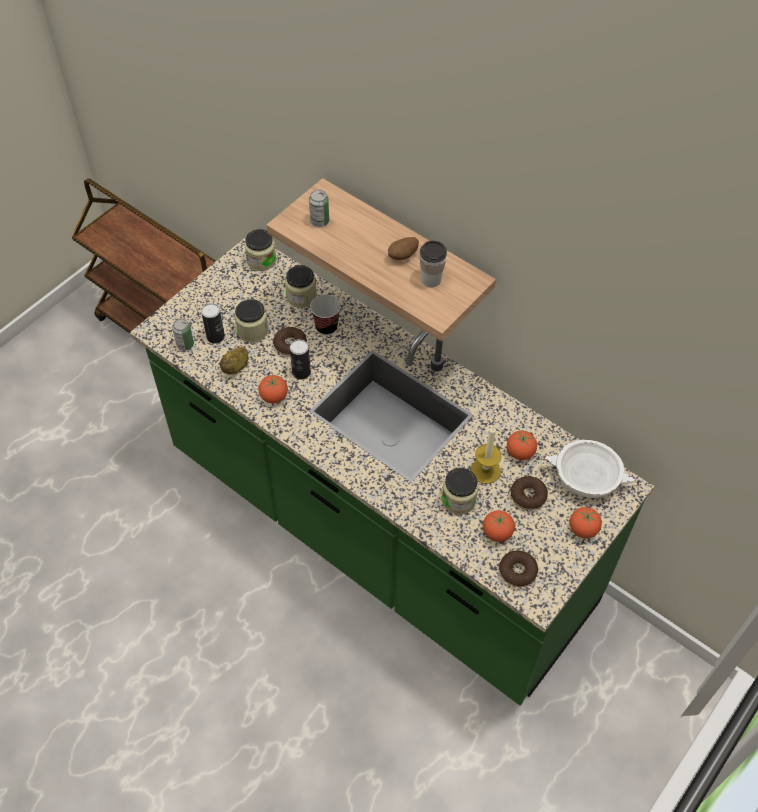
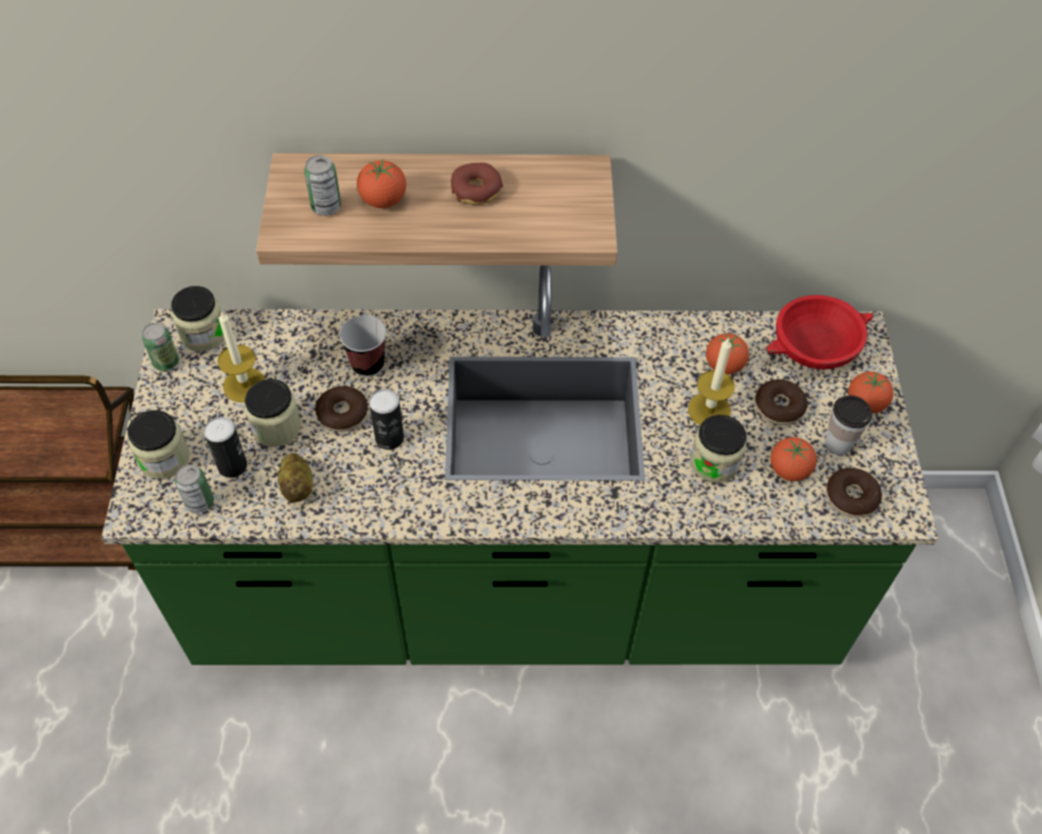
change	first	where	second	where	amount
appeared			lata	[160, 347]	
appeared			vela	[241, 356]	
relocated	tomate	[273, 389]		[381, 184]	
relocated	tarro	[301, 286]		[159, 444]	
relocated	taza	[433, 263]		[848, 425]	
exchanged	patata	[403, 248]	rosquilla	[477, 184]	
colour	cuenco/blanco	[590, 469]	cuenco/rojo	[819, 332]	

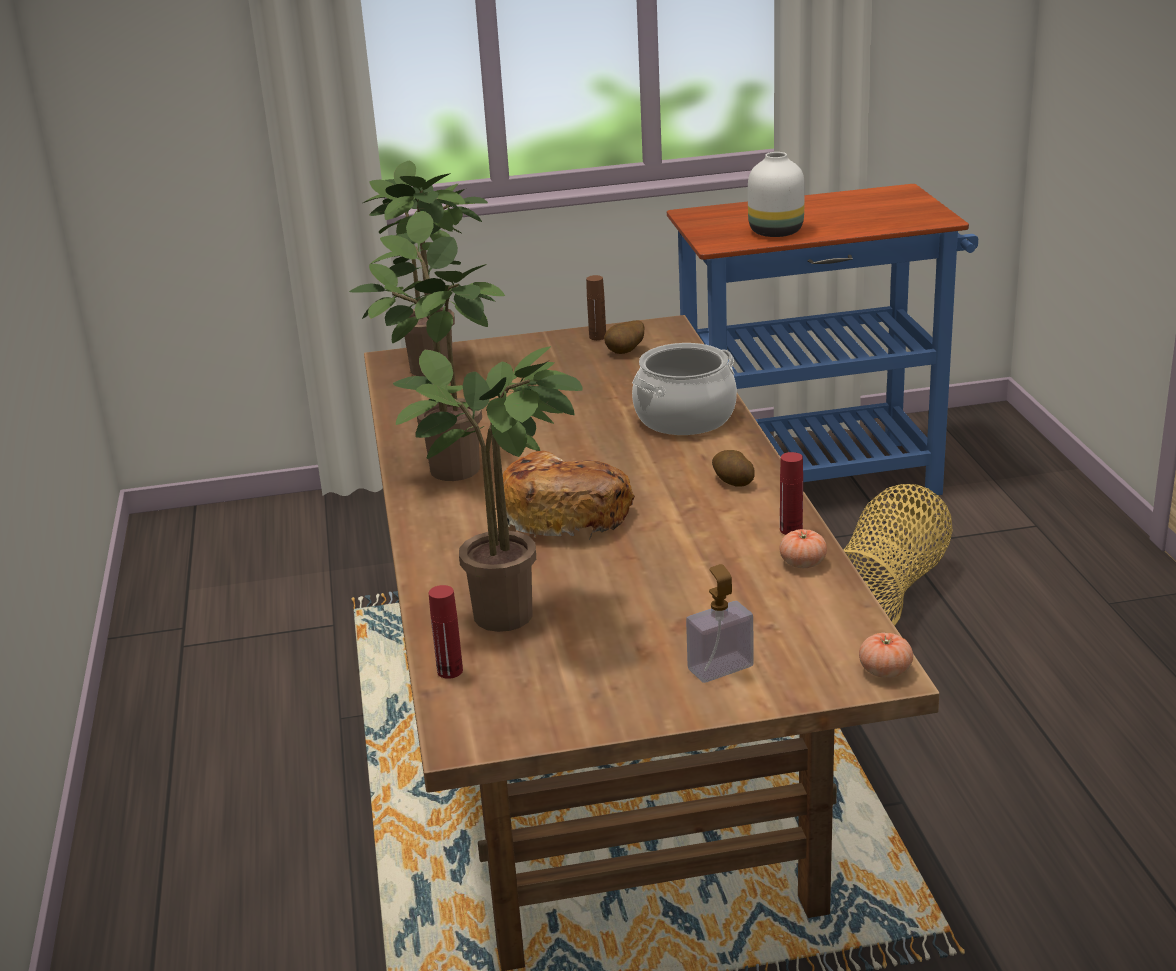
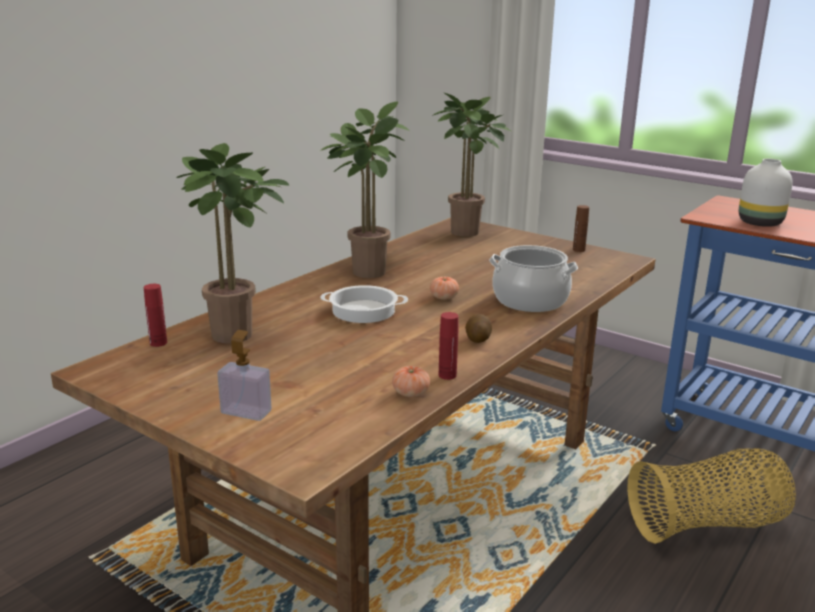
change	first	where	second	where	amount
missing	patata	[624, 337]			
relocated	tomate	[886, 655]		[444, 288]	
exchanged	pan	[569, 495]	olla	[364, 304]	

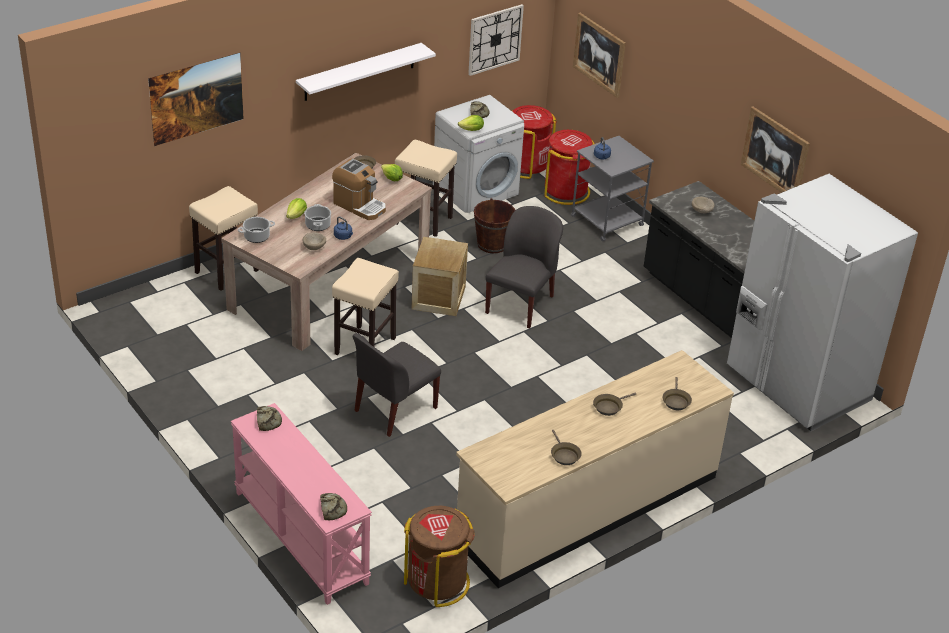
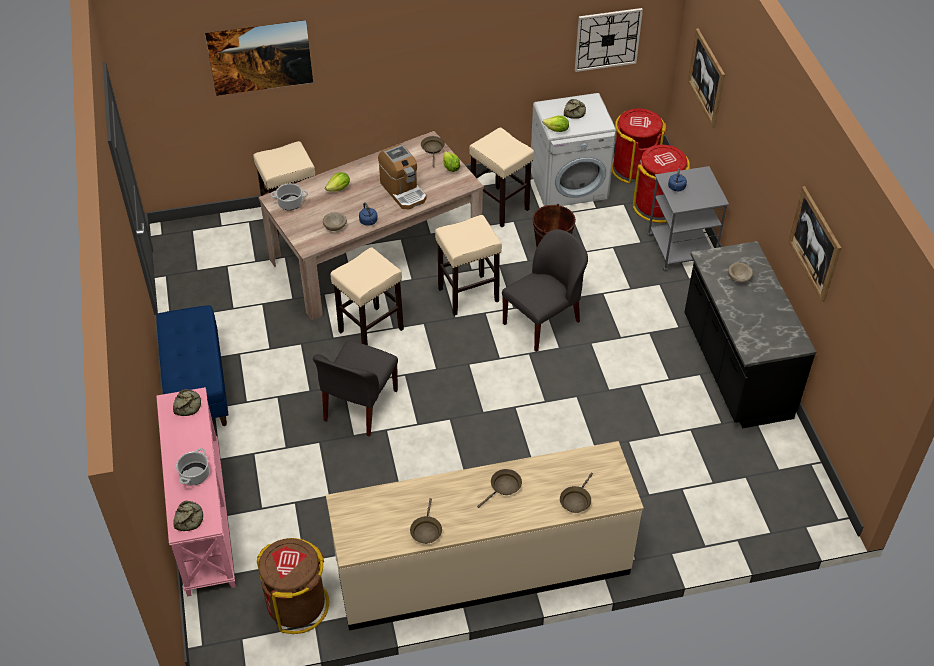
change	first	where	second	where	amount
missing	estante/blanco	[366, 72]			
missing	nevera/blanco	[822, 303]			
appeared			banco/azul	[193, 365]	
relocated	olla	[317, 217]		[192, 466]	
exchanged	caja de embalaje	[439, 276]	taburete/beis	[468, 265]	
spun	silla/gris	[397, 385]		[355, 388]	45 degrees counterclockwise
spun	sartén/marrón	[614, 404]		[499, 488]	150 degrees clockwise

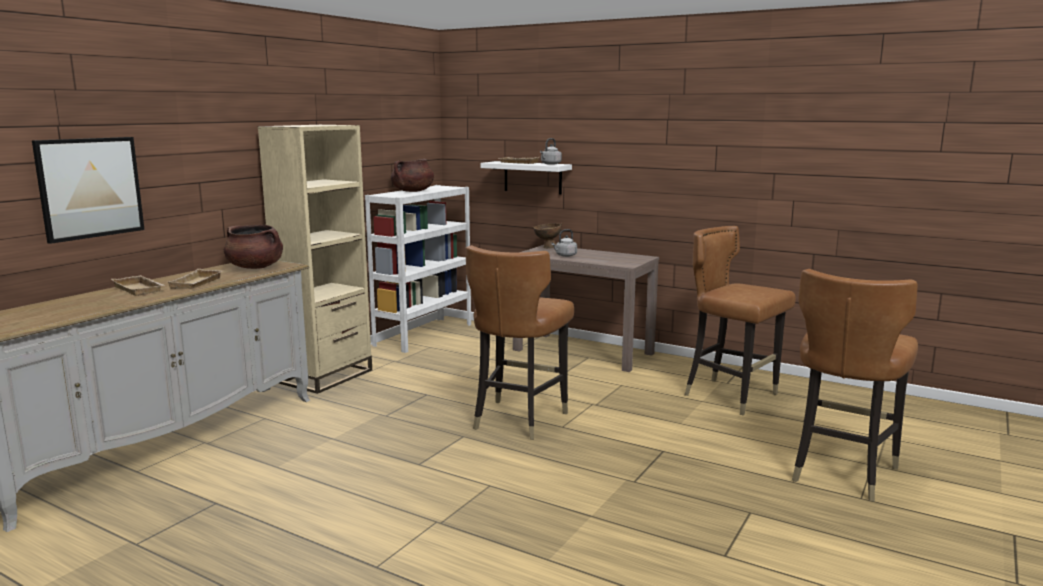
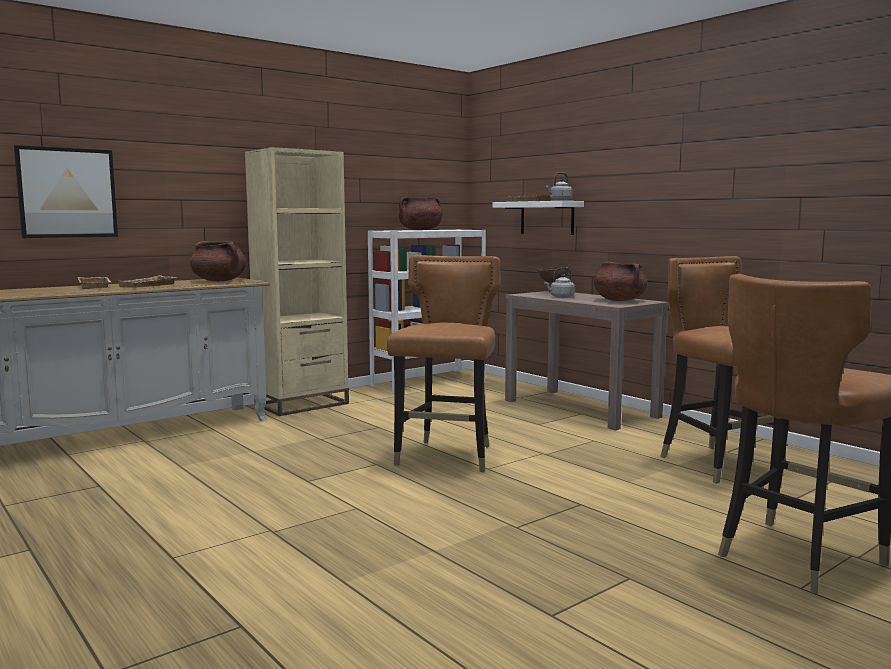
change	first	where	second	where	amount
appeared			olla/marrón	[620, 281]	
spun	silla/marrón	[520, 342]		[444, 363]	150 degrees clockwise

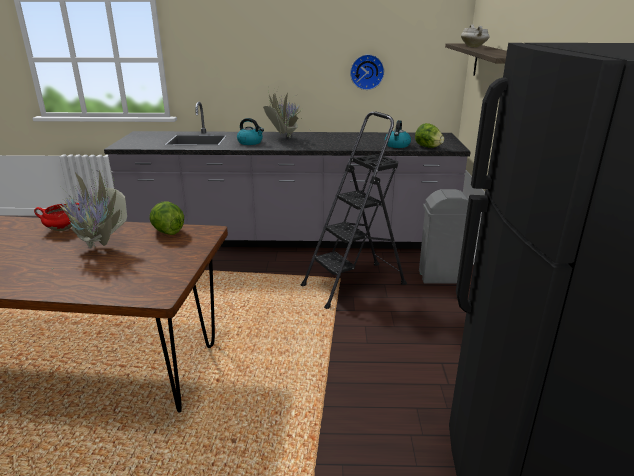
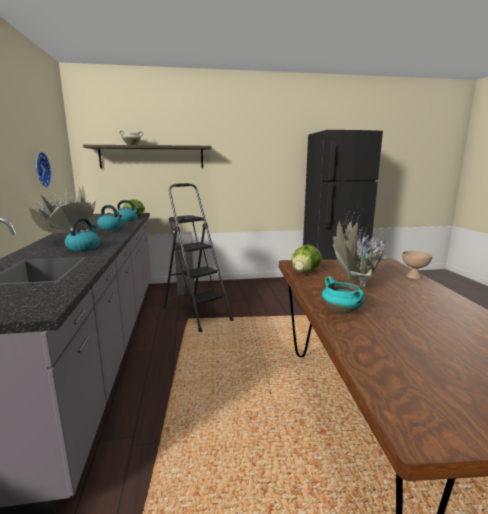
change	first	where	second	where	amount
appeared			hervidor	[110, 217]	
appeared			cuenco/beis	[417, 265]	
colour	olla/rojo	[57, 217]	olla/turquesa	[343, 295]	

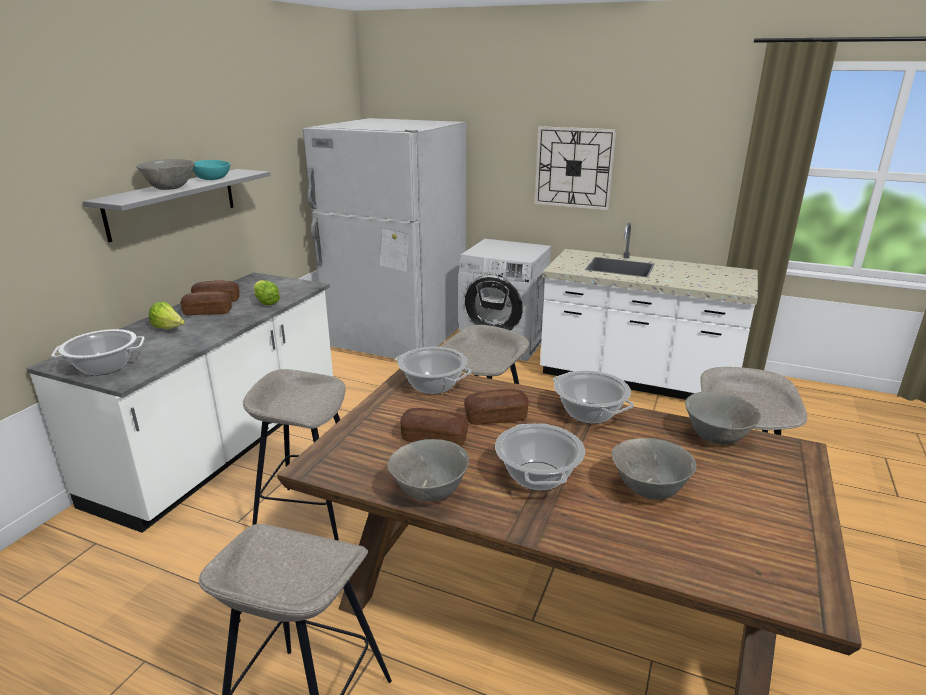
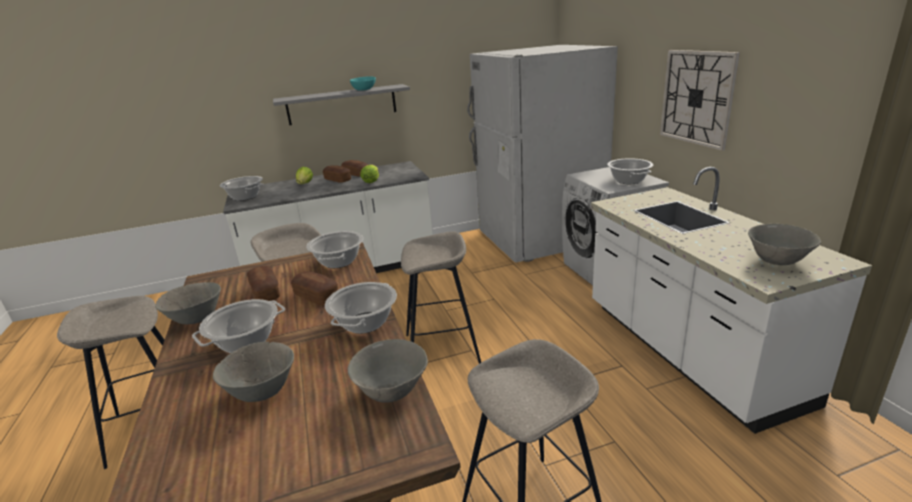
change	first	where	second	where	amount
appeared			olla	[630, 171]	
relocated	cuenco/gris	[165, 174]		[784, 244]	

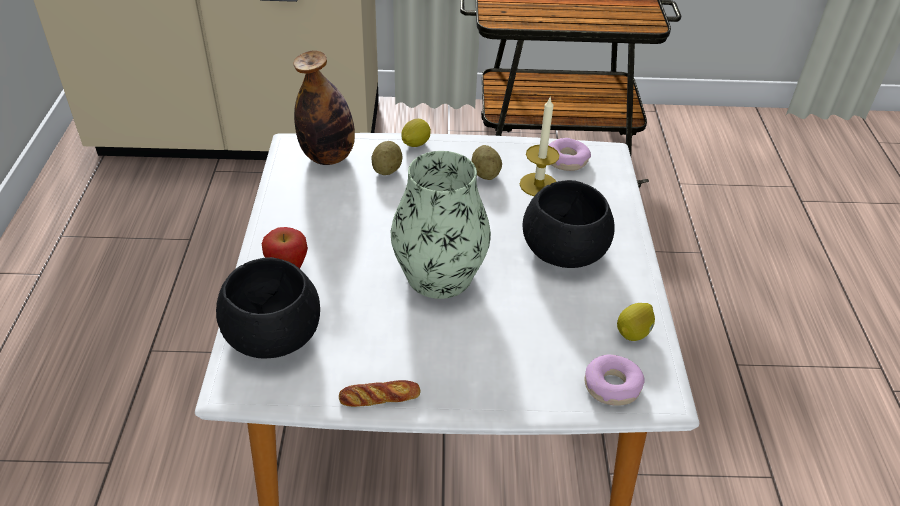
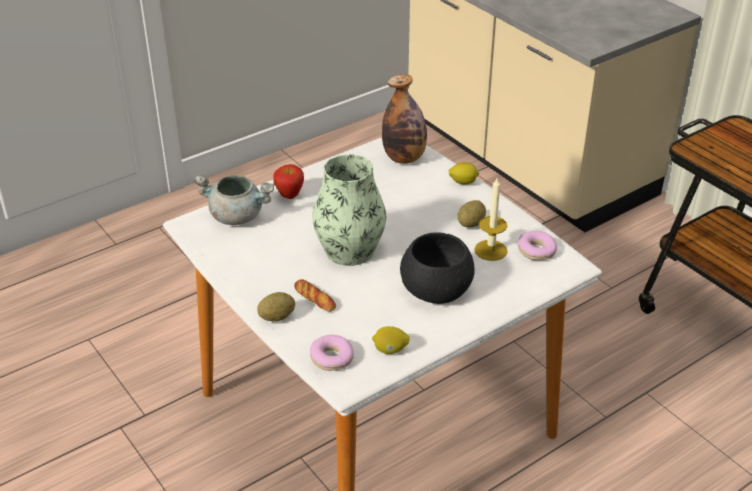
change	first	where	second	where	amount
relocated	pan	[380, 393]		[315, 295]	
relocated	patata	[386, 158]		[276, 306]	
exchanged	cuenco/negro	[268, 308]	olla/gris	[234, 200]	

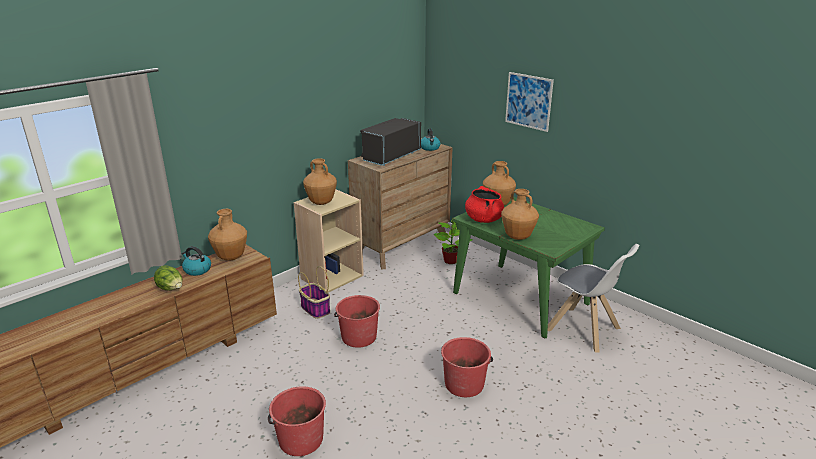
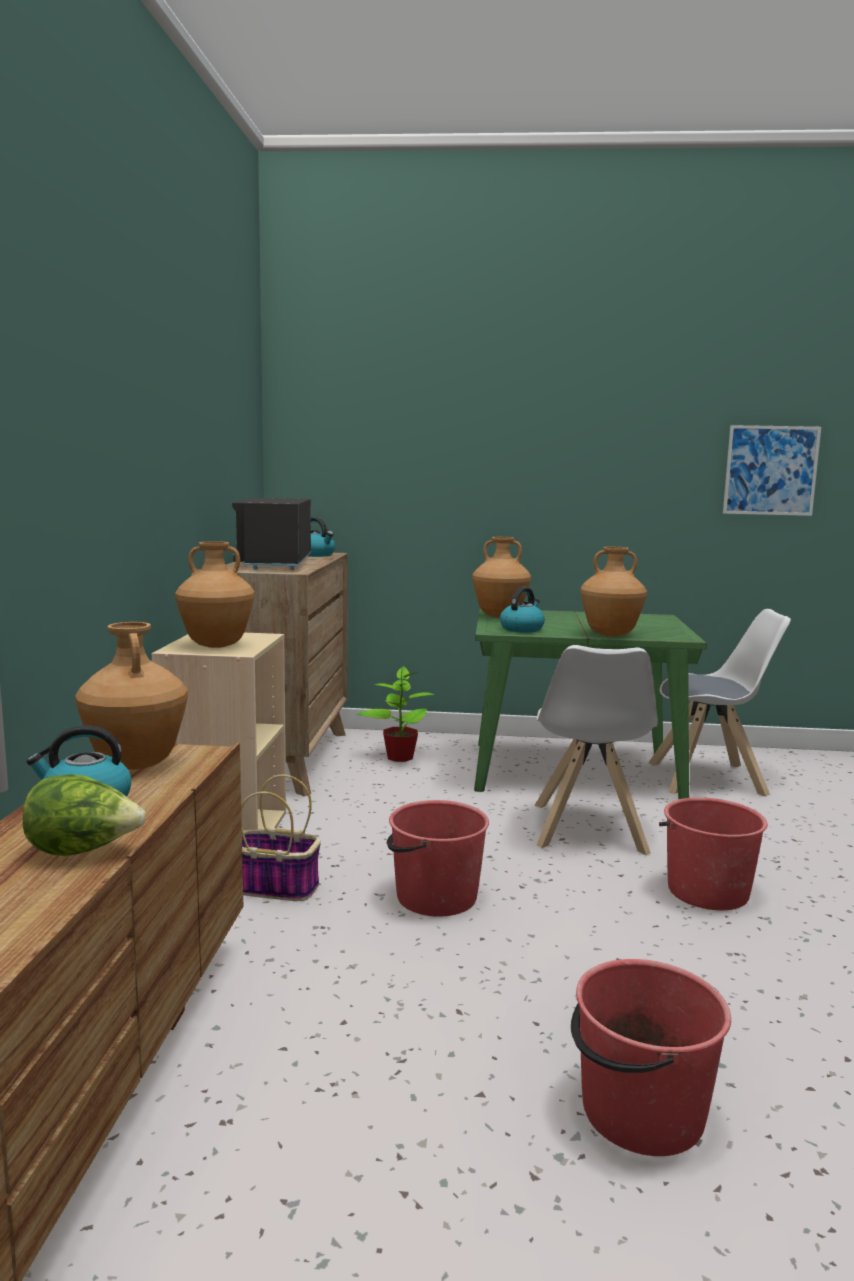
change	first	where	second	where	amount
appeared			silla	[596, 750]	
relocated	cuadro	[529, 102]		[772, 470]	
exchanged	olla/rojo	[484, 204]	hervidor	[522, 610]	

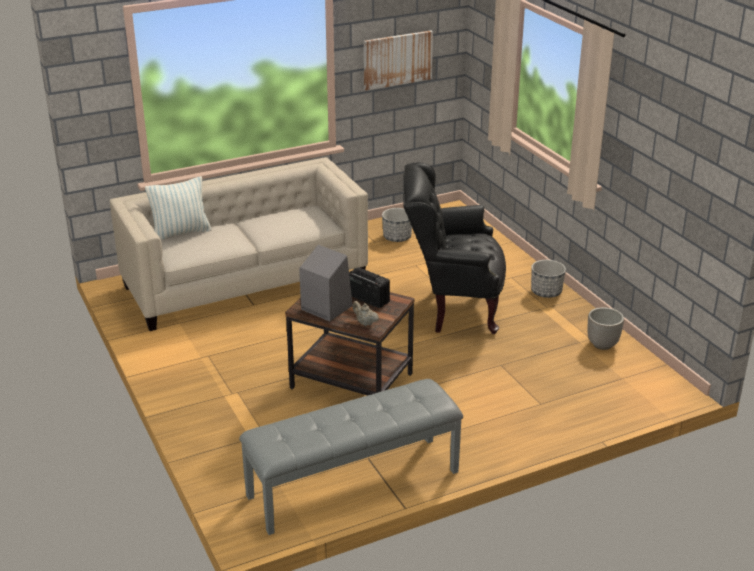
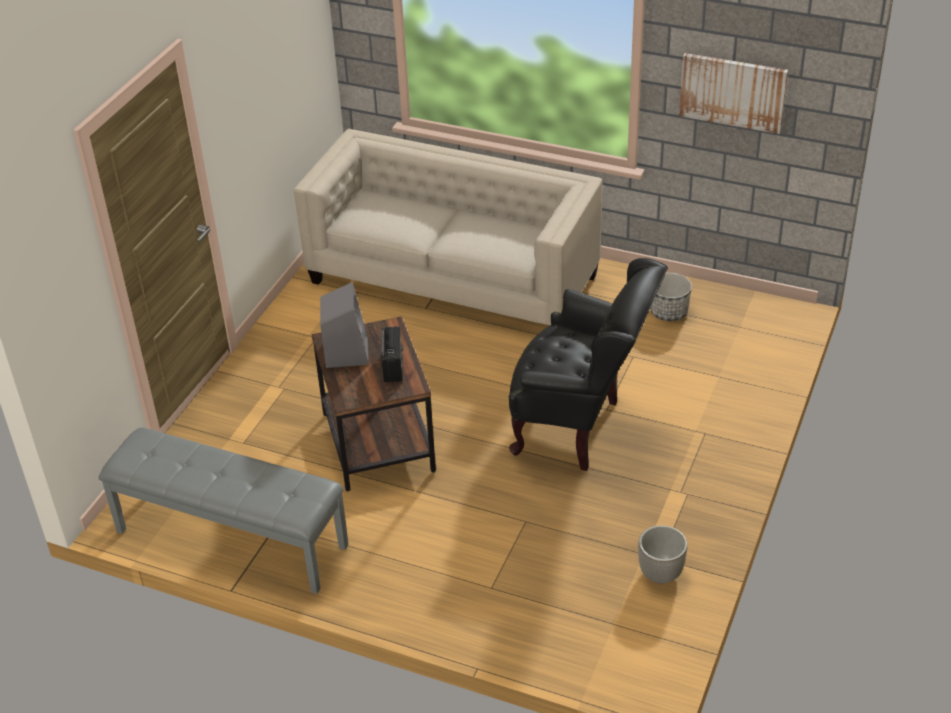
change	first	where	second	where	amount
missing	cojín	[178, 208]			
missing	tetera/beis	[365, 313]			
missing	maceta	[548, 279]			
spun	sillón/negro	[454, 248]		[588, 364]	150 degrees clockwise

